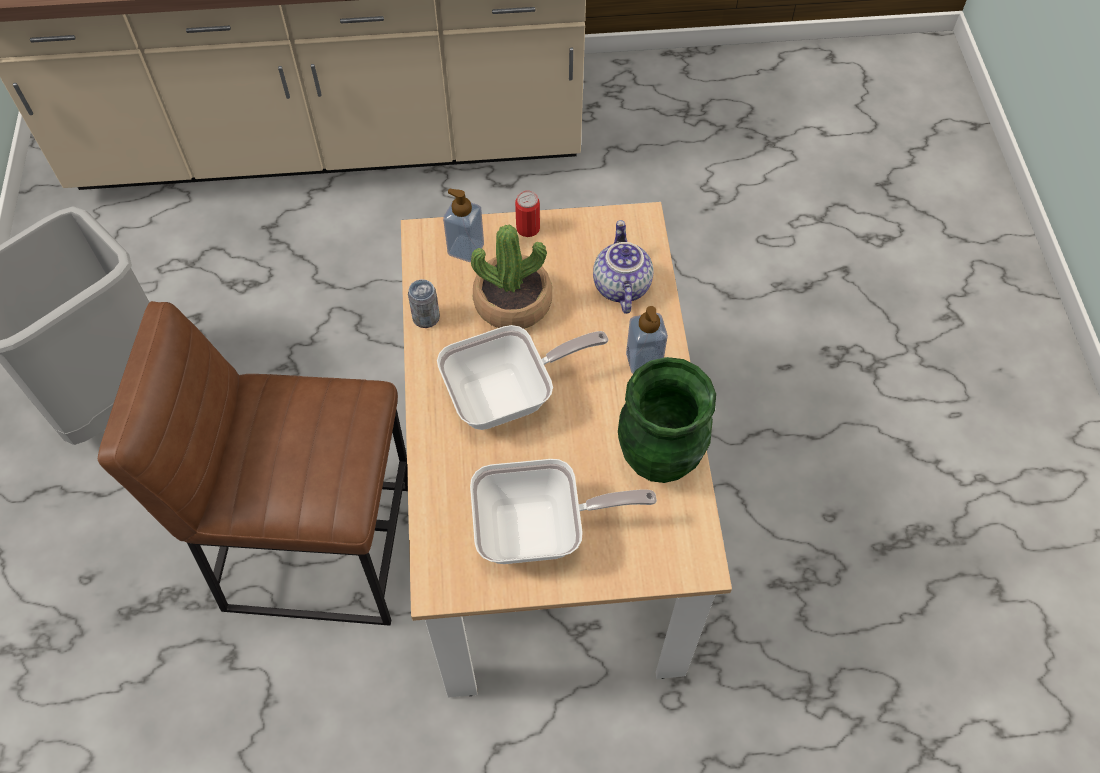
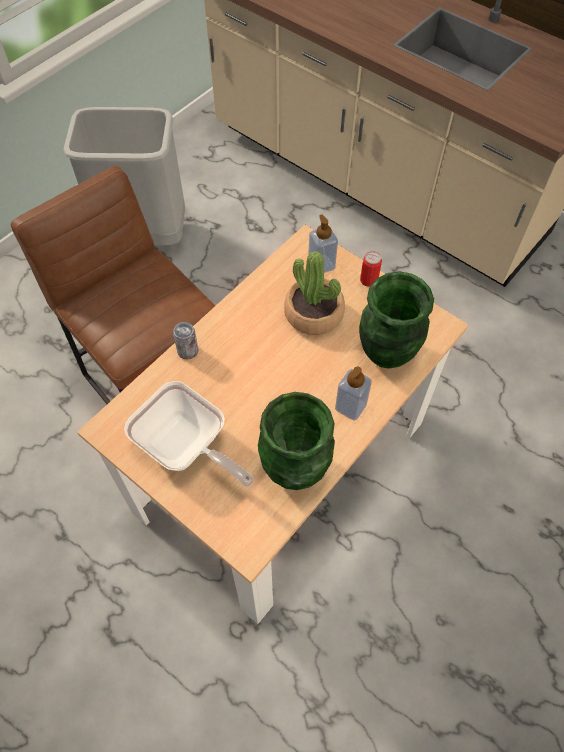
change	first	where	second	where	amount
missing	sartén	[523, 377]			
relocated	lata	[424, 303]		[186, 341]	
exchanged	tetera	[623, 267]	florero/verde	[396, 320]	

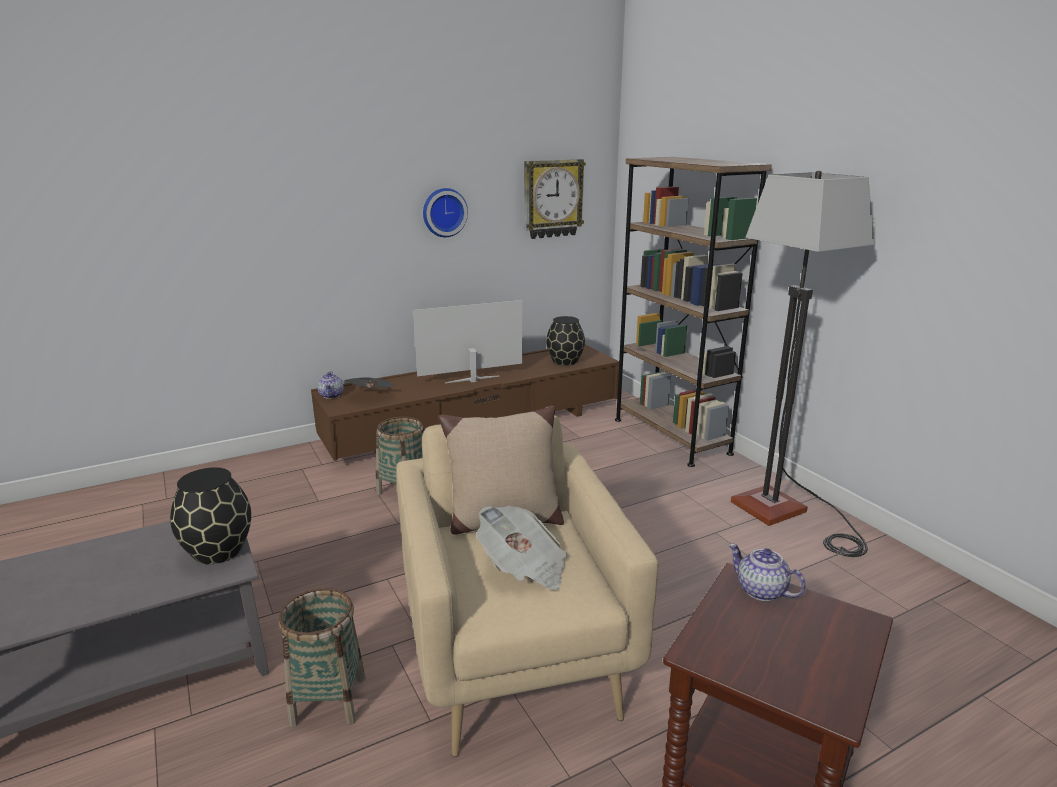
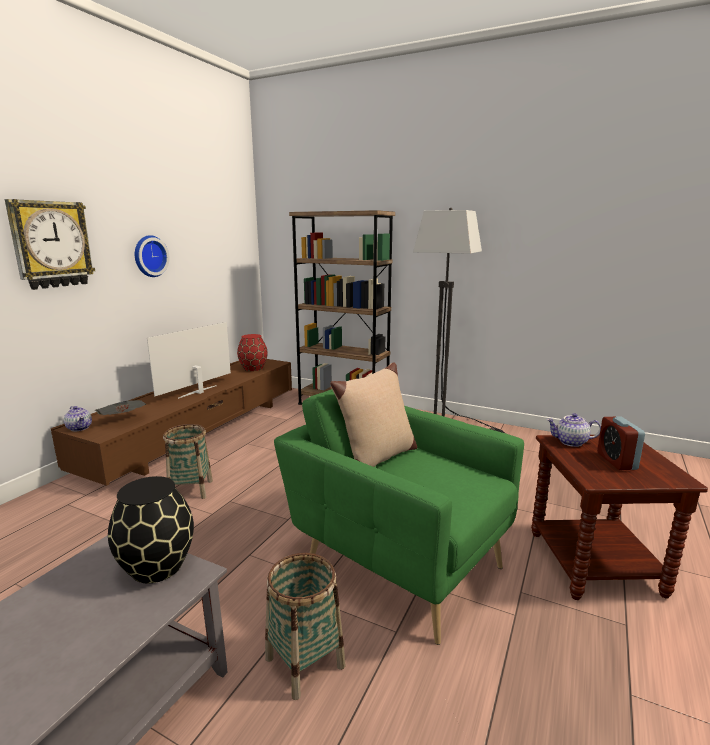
change	first	where	second	where	amount
missing	periódico	[521, 548]			
appeared			despertador	[621, 443]	
relocated	reloj de pared	[555, 199]		[50, 244]	
colour	sillón/beis	[527, 586]	sillón/verde	[399, 511]	
colour	florero/negro	[565, 341]	florero/rojo	[252, 352]	

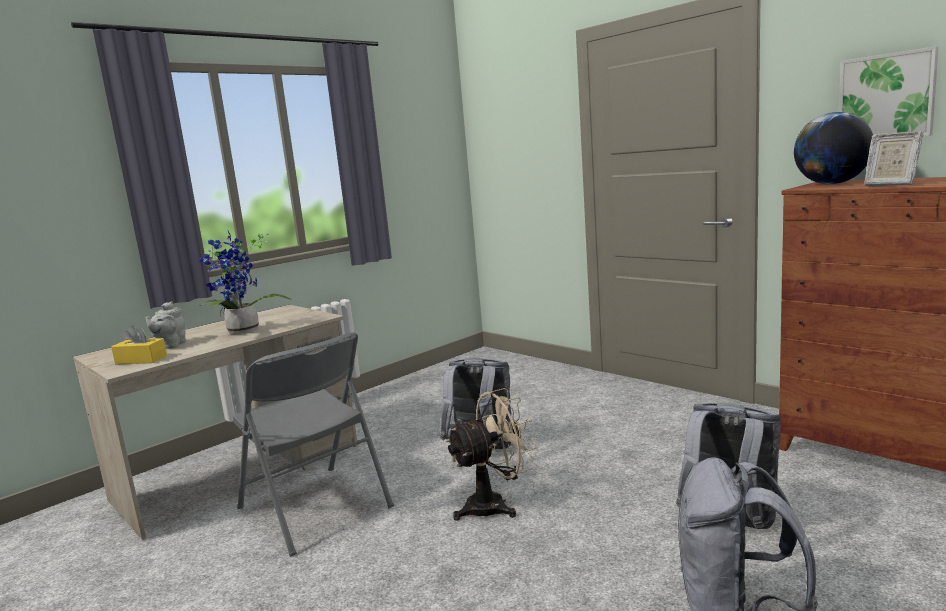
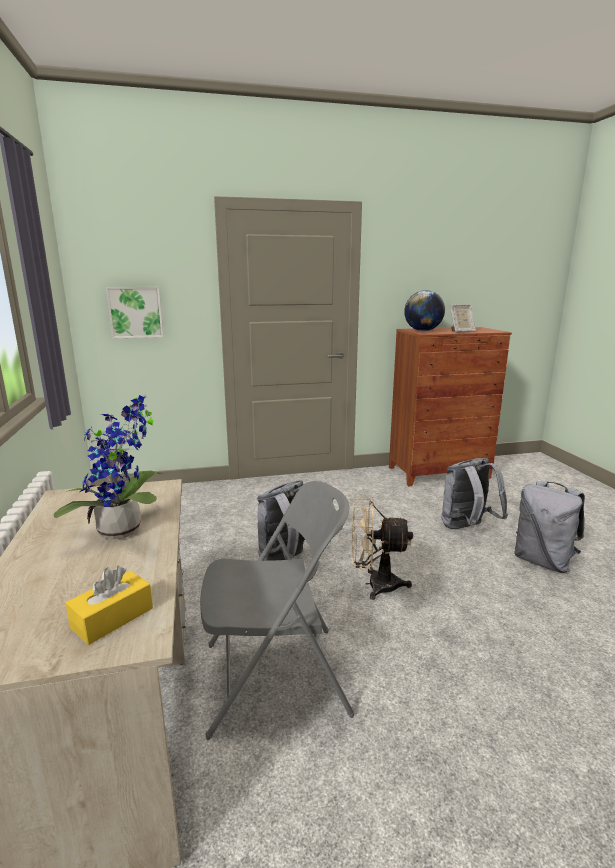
change	first	where	second	where	amount
missing	tetera/gris	[165, 325]			
relocated	cuadro	[889, 91]		[135, 313]	
spun	ventilador/beis	[492, 454]		[382, 549]	90 degrees counterclockwise

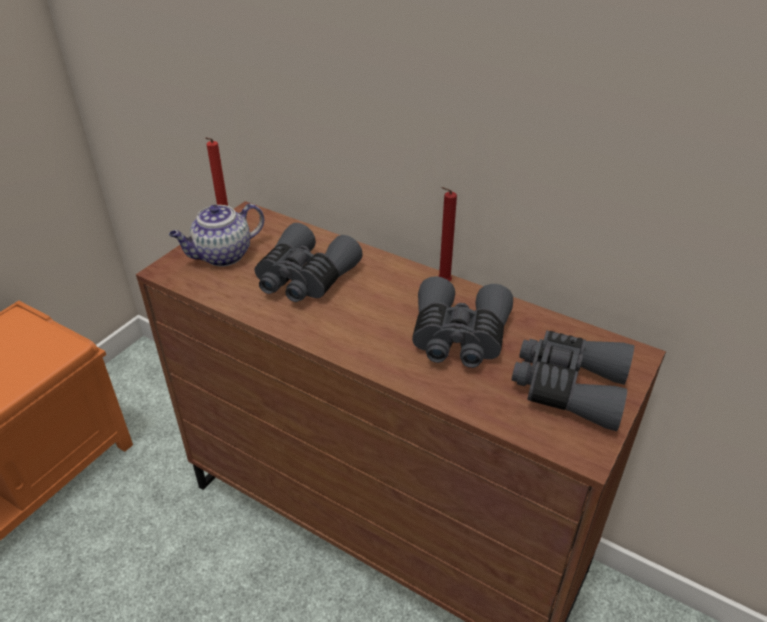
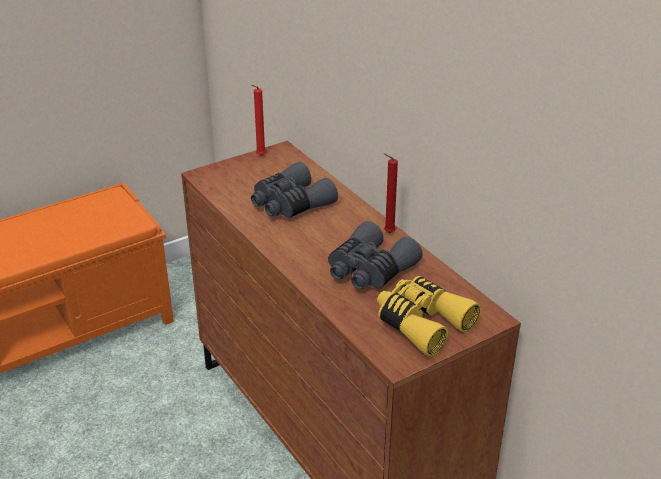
change	first	where	second	where	amount
missing	tetera	[216, 235]			
colour	prismáticos/gris	[573, 381]	prismáticos/amarillo	[429, 316]	

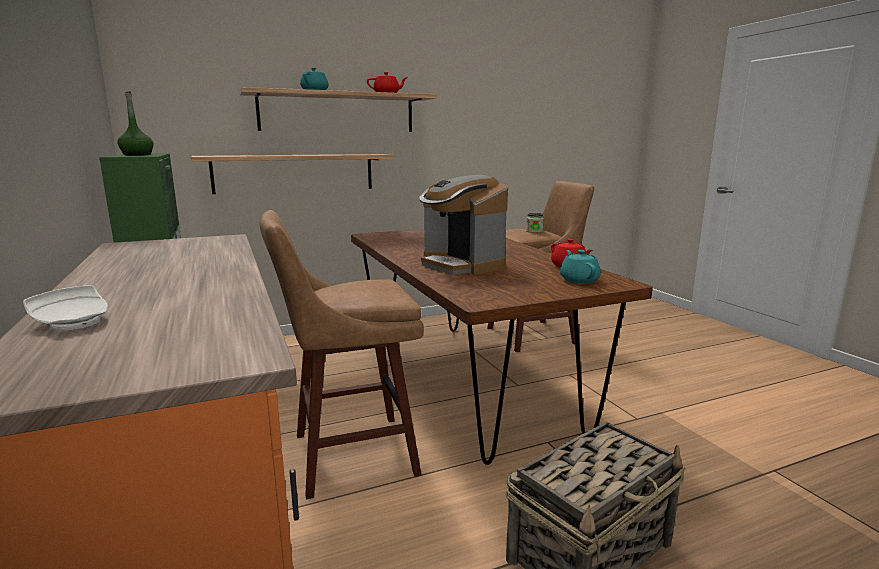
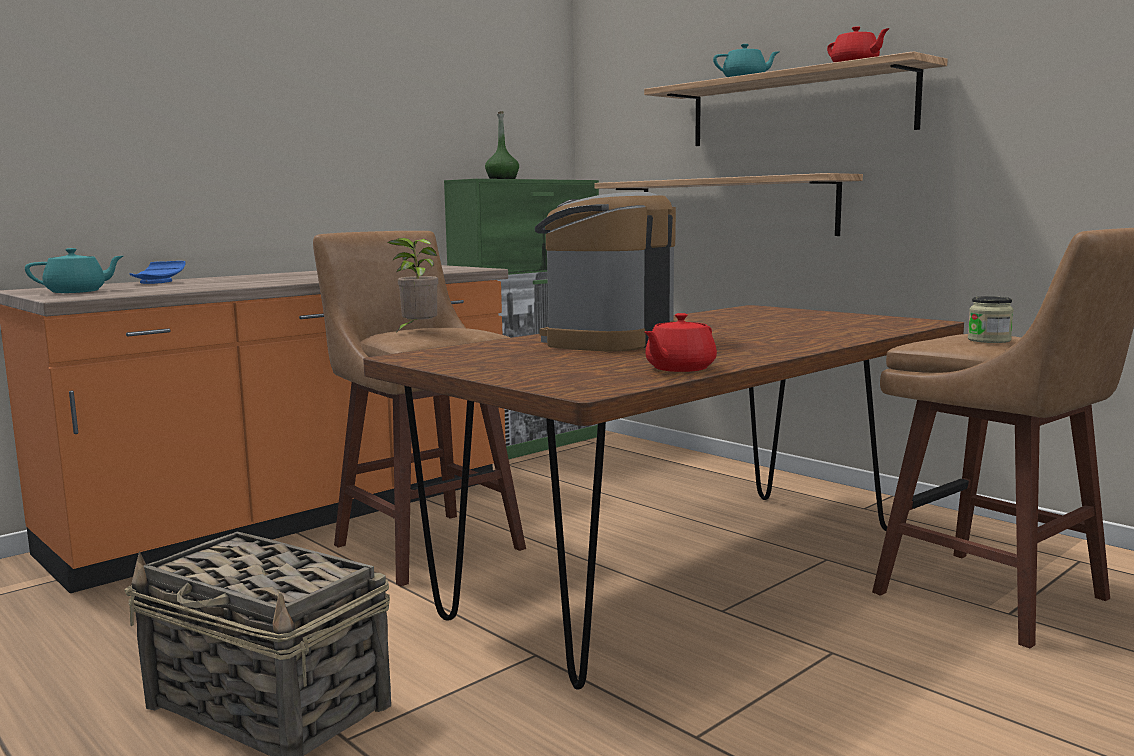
change	first	where	second	where	amount
appeared			planta en maceta	[413, 284]	
relocated	tetera/turquesa	[580, 267]		[74, 270]	
colour	plato/blanco	[65, 308]	plato/azul	[158, 272]	

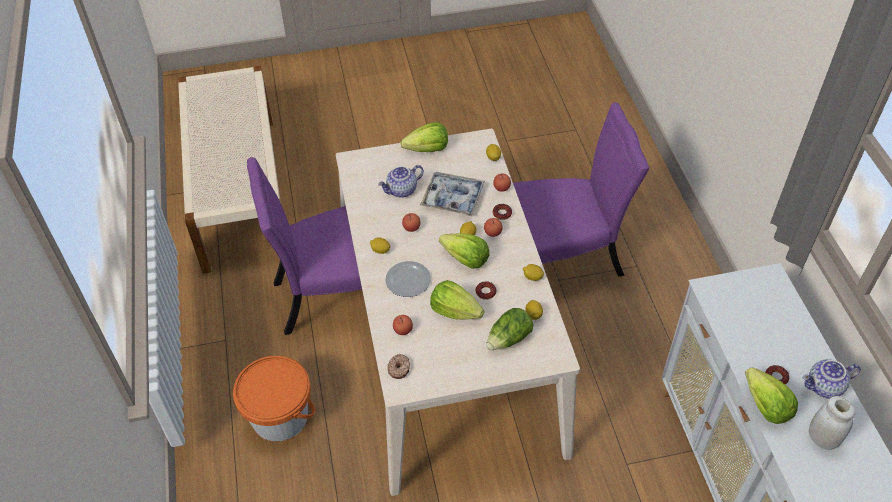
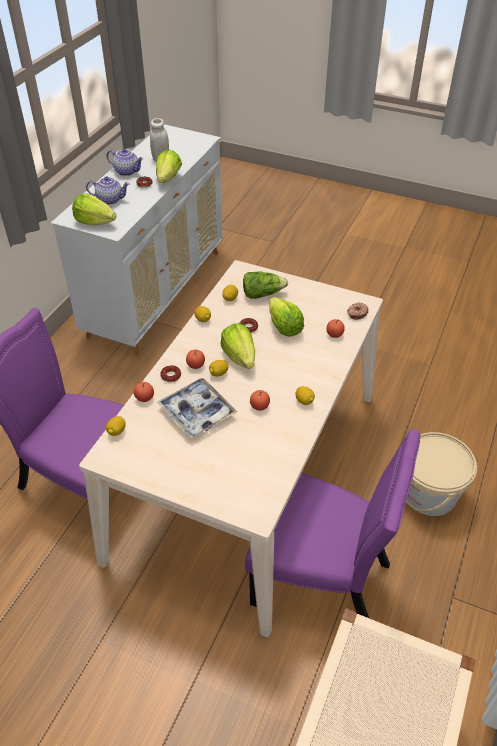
change	first	where	second	where	amount
missing	plato	[408, 279]			
relocated	tetera	[401, 181]		[108, 190]	
relocated	lechuga	[424, 137]		[94, 209]	
colour	cubo/naranja	[274, 398]	cubo/beis	[441, 474]	

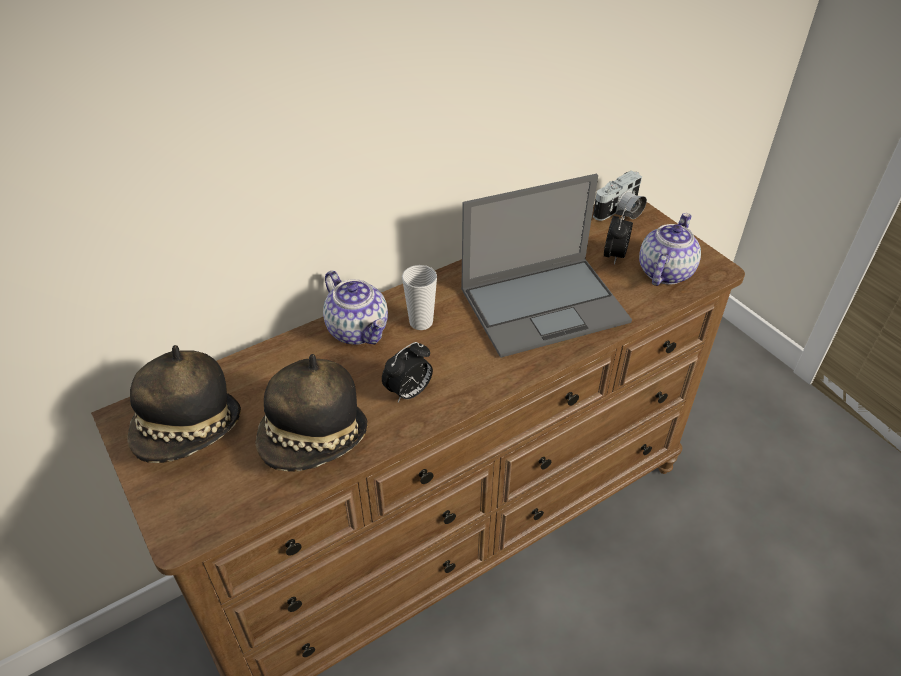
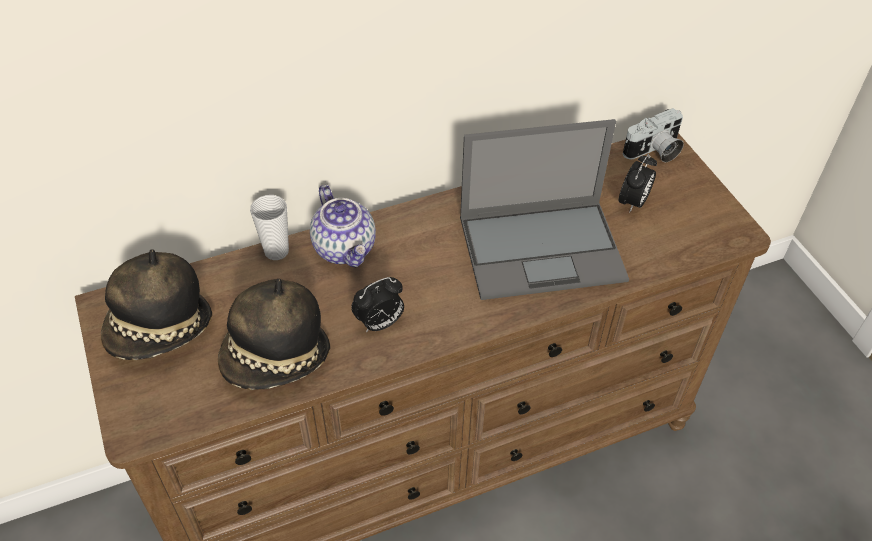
change	first	where	second	where	amount
missing	tetera	[670, 249]			
relocated	taza	[419, 297]		[269, 227]	

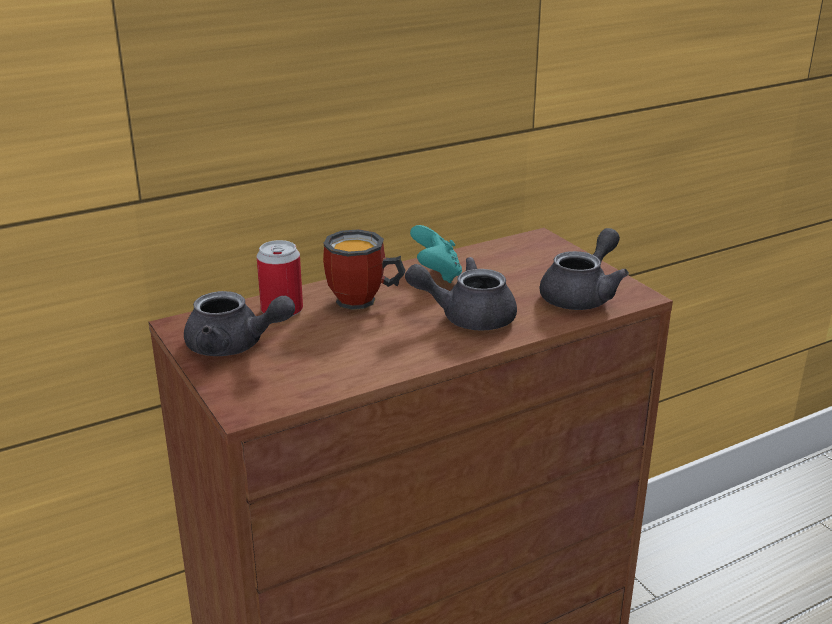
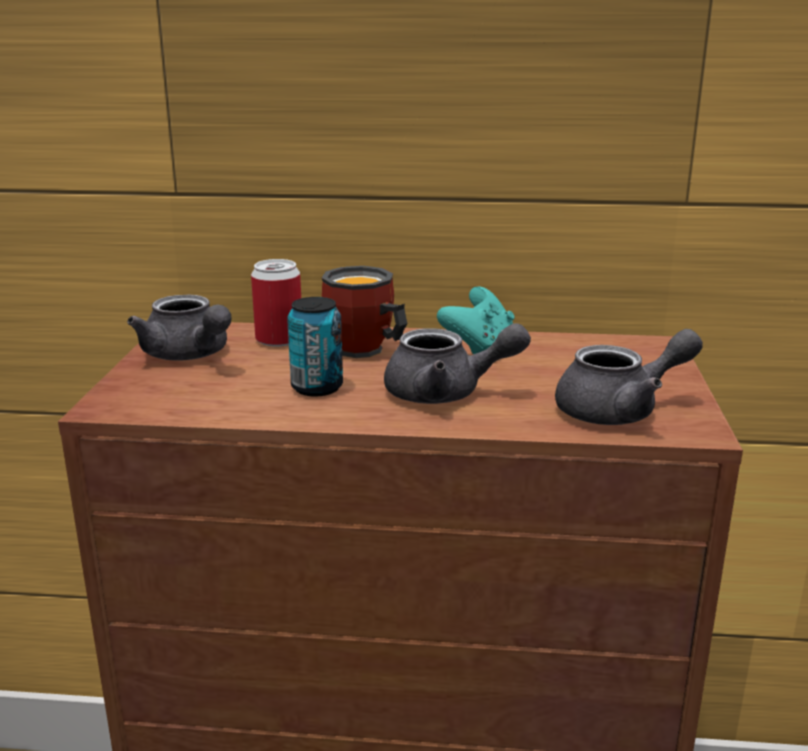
change	first	where	second	where	amount
appeared			lata	[315, 346]	
spun	tetera/gris	[461, 294]		[457, 363]	150 degrees clockwise

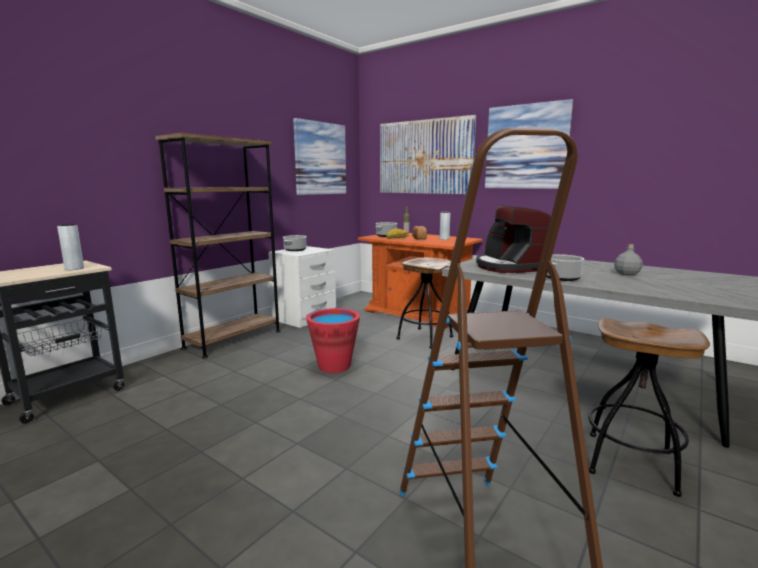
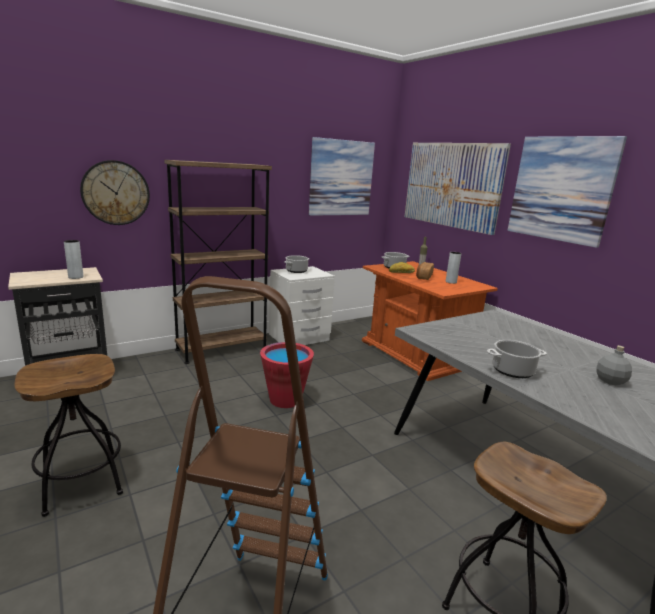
change	first	where	second	where	amount
missing	cafetera	[513, 239]			
appeared			reloj de pared	[115, 192]	
relocated	taburete/marrón	[425, 303]		[68, 435]	

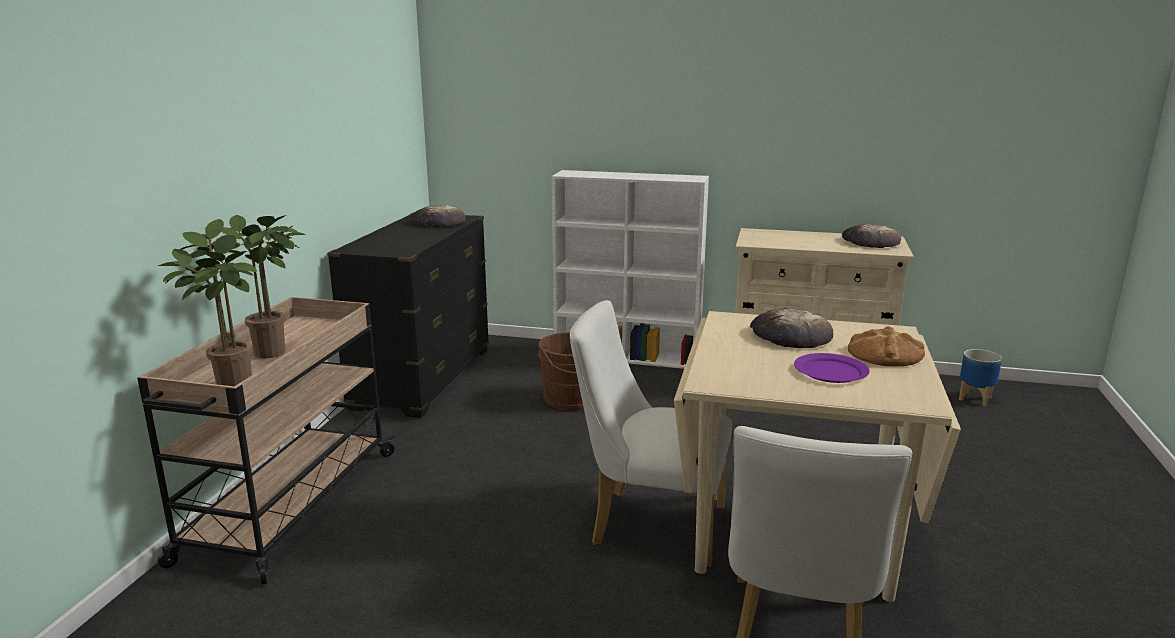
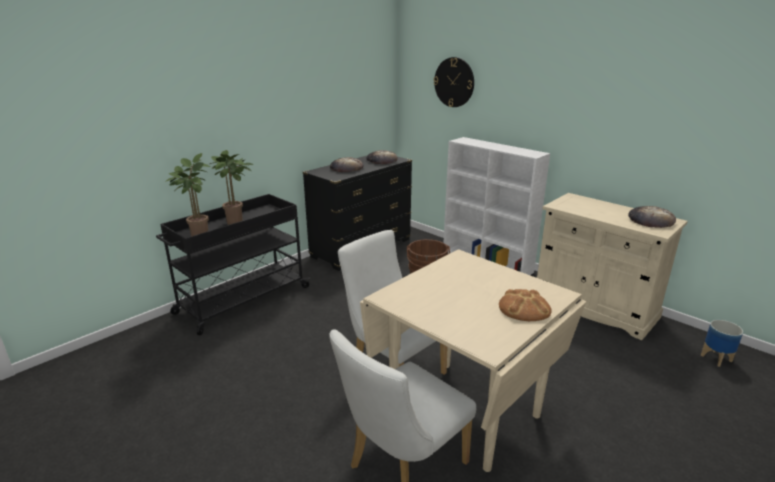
change	first	where	second	where	amount
missing	plato/morado	[832, 368]			
appeared			reloj de pared	[454, 82]	
relocated	pan	[791, 328]		[347, 164]	
colour	carrito/beis	[266, 441]	carrito/negro	[233, 264]	

